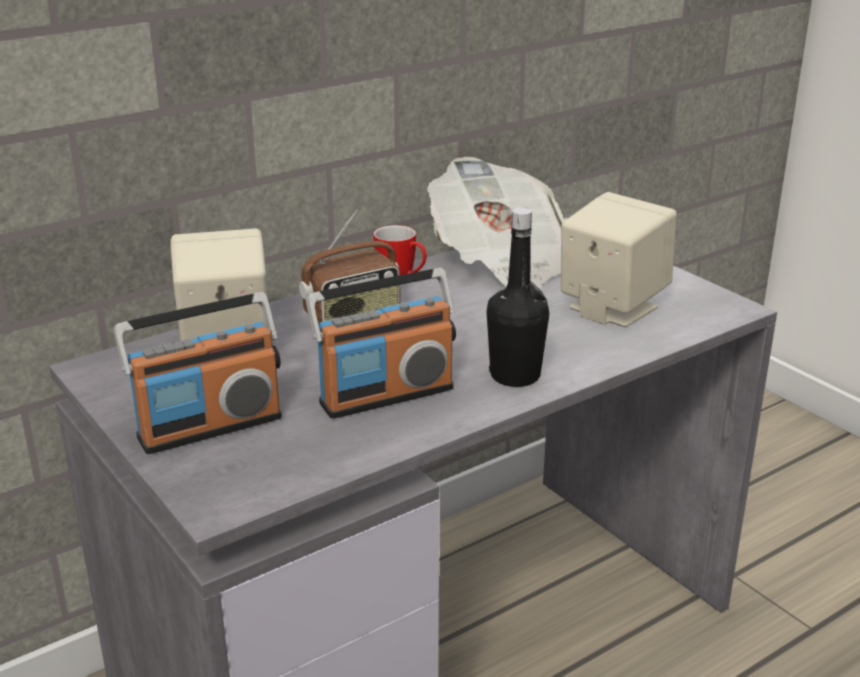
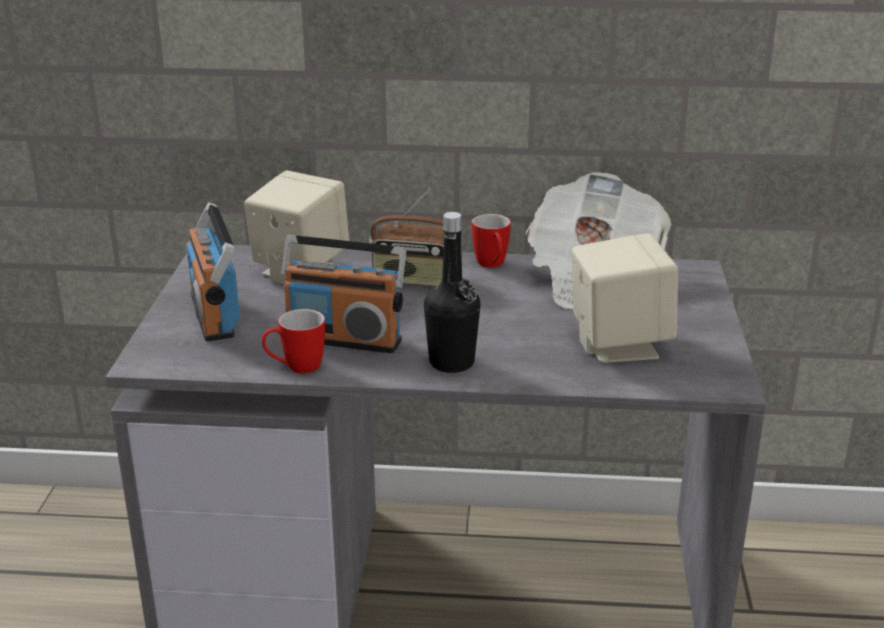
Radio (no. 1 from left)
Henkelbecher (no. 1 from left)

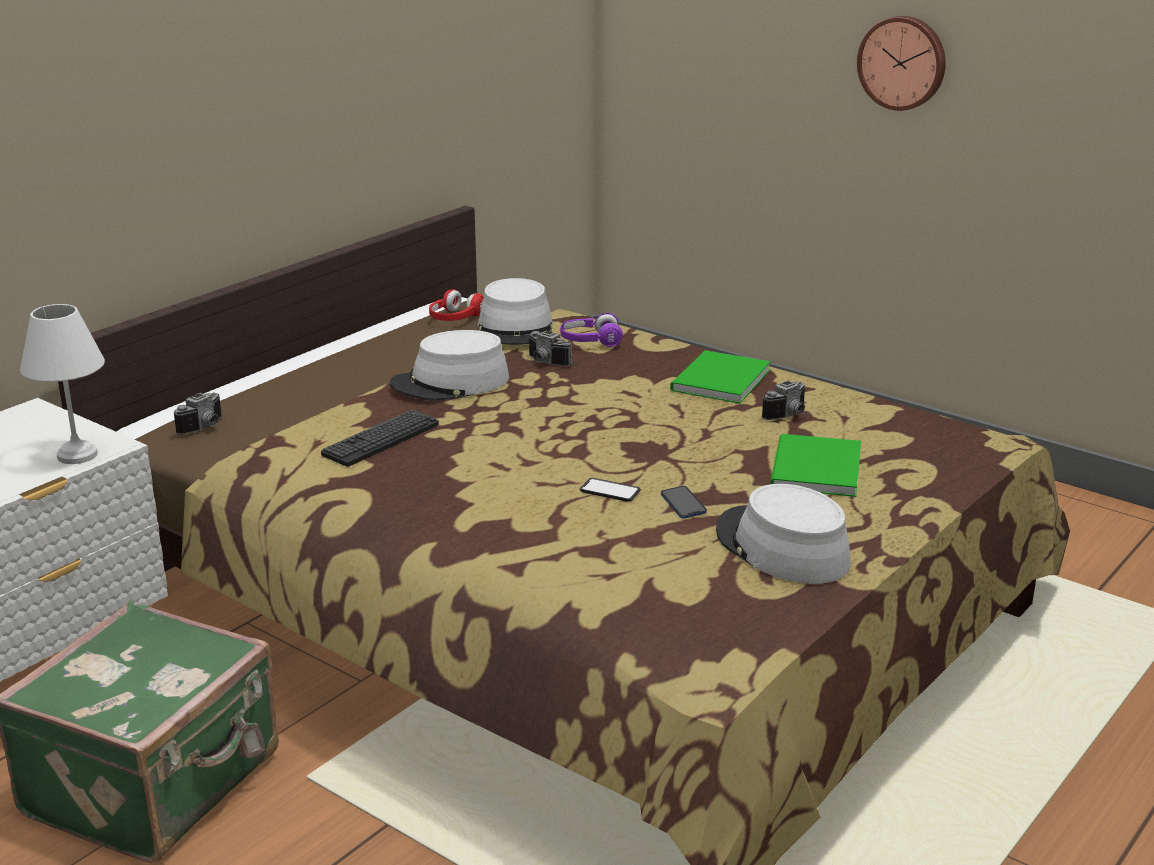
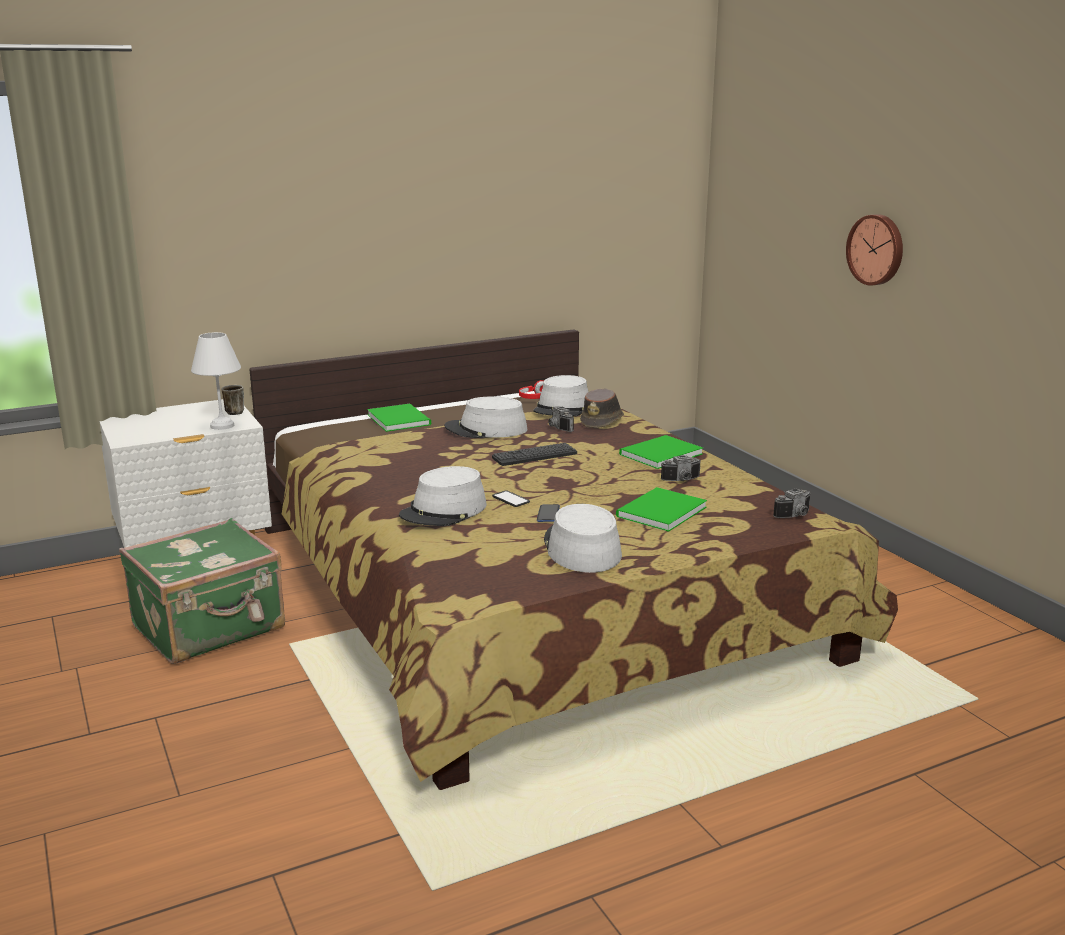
Henkelbecher
Buch/grün (no. 1 from left)
Hut/grau (no. 1 from left)
Tastatur
Hut/braun
Kamera (no. 3 from left)

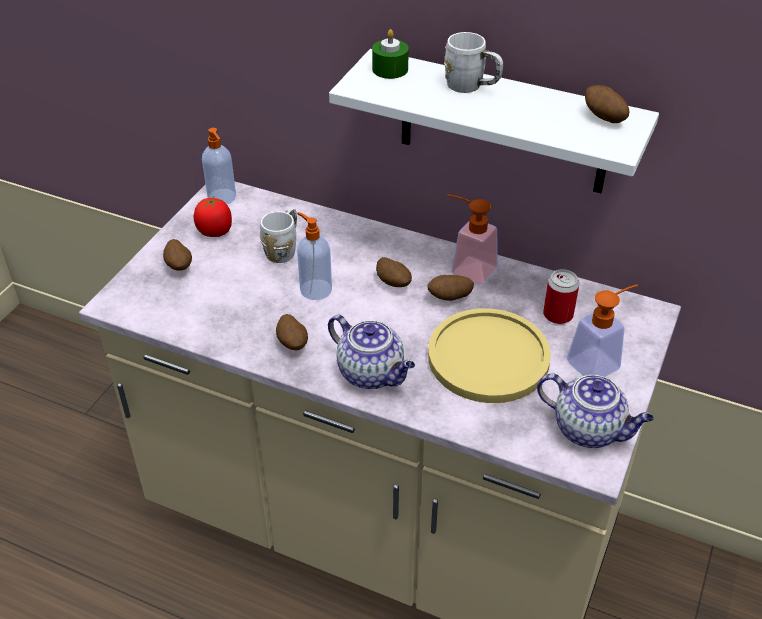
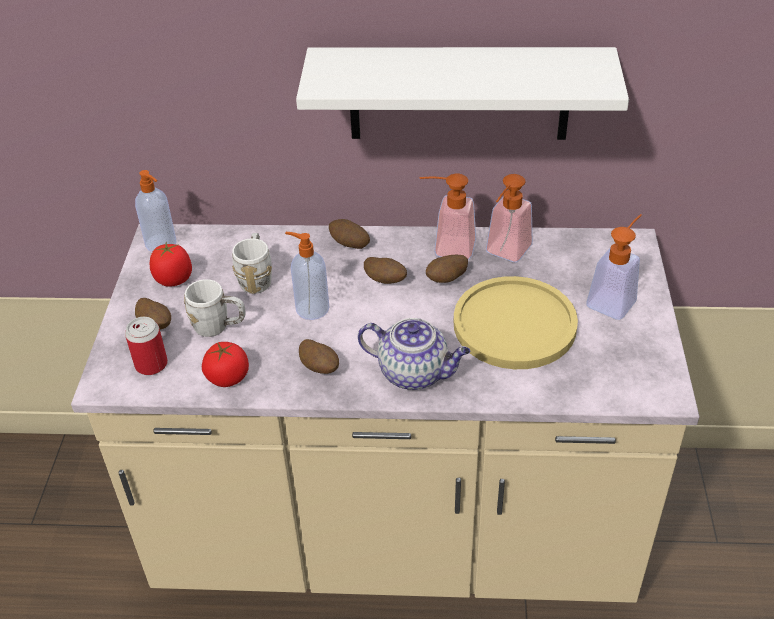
Dose
Henkelbecher/weiß (no. 1 from left)
Tomate (no. 2 from left)
Kartoffel (no. 3 from left)
Seifenspender (no. 4 from left)
Kerze/grün
Teekanne (no. 2 from left in the first image)

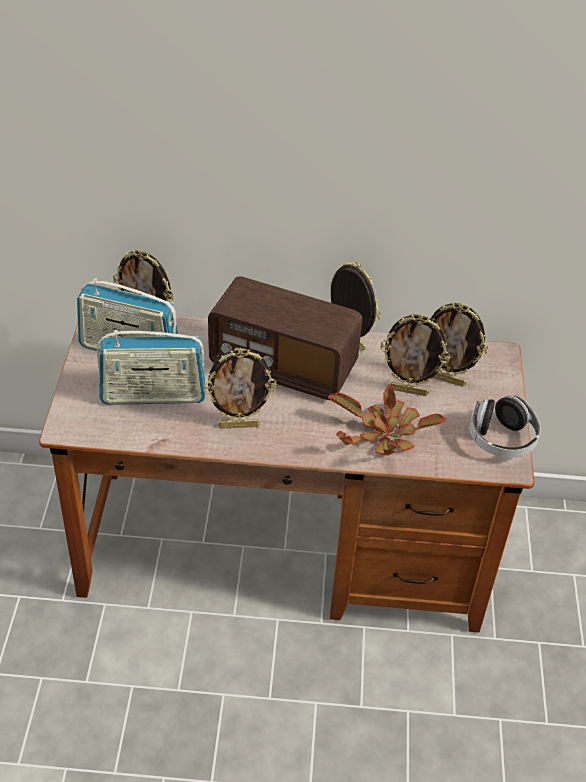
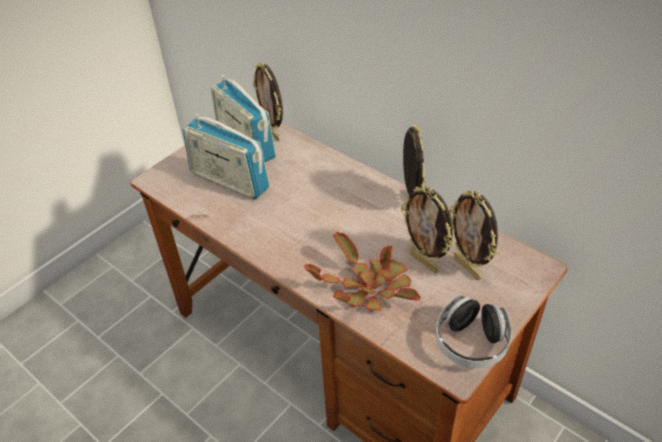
Bilderrahmen (no. 2 from left in the first image)
Radio (no. 3 from left in the first image)

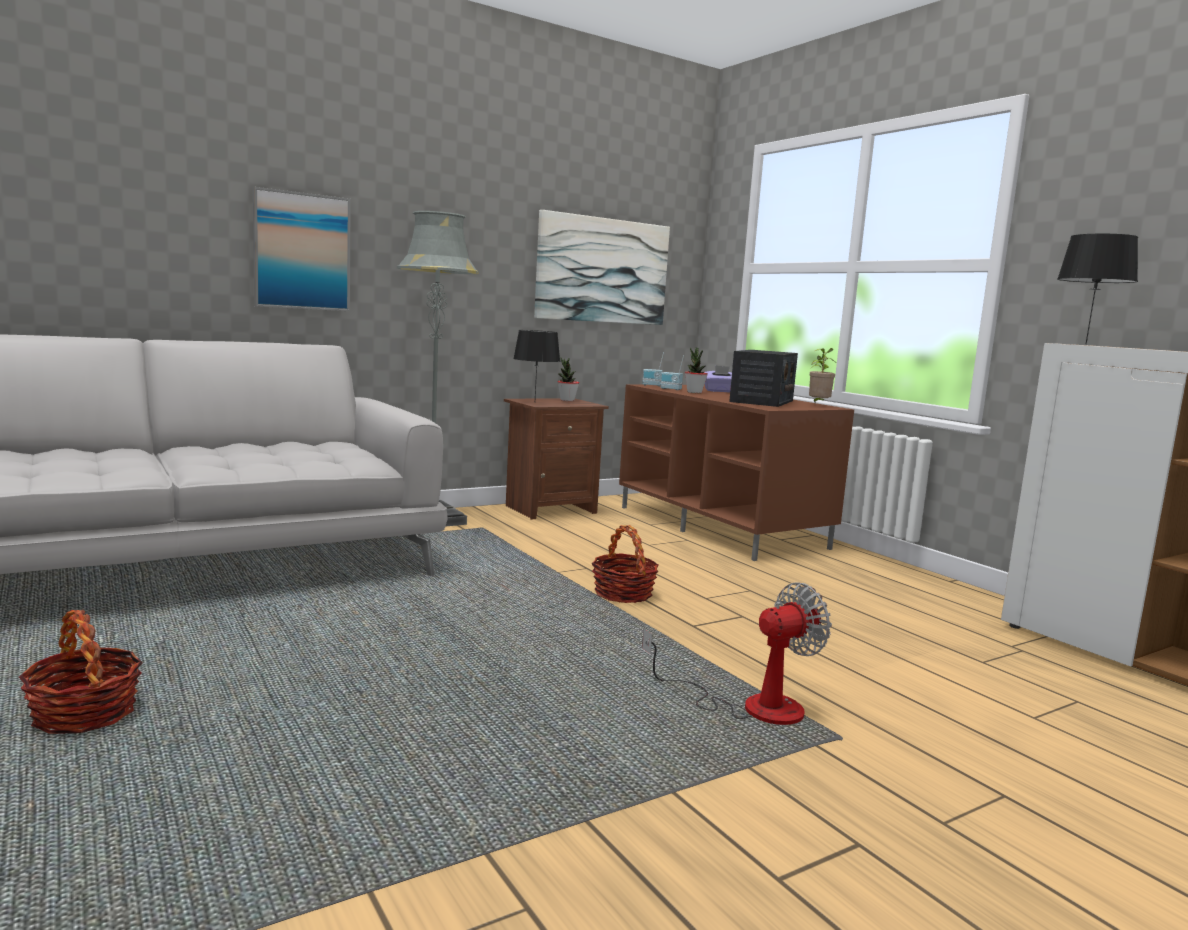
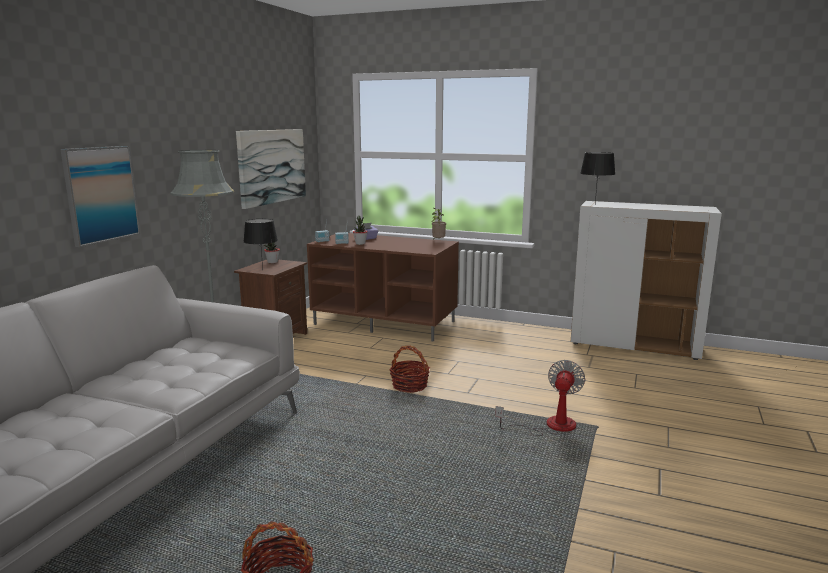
Radio (no. 3 from left in the first image)

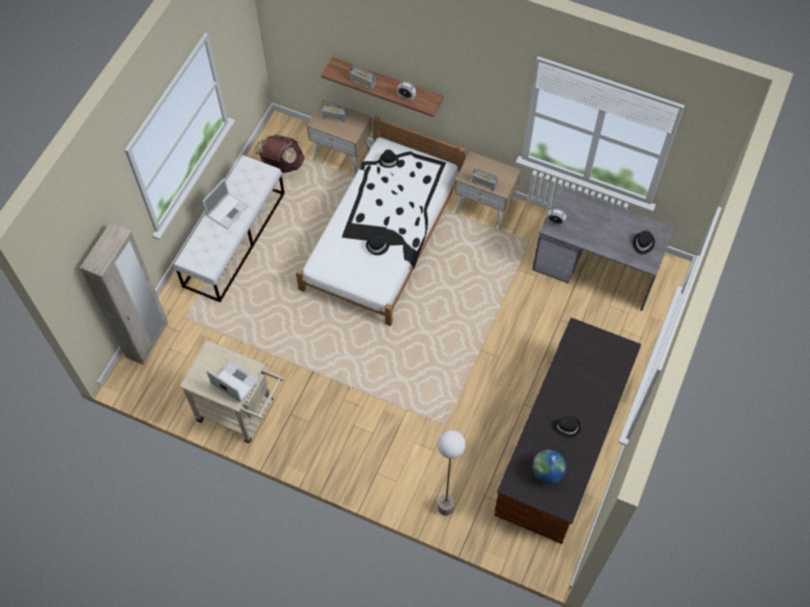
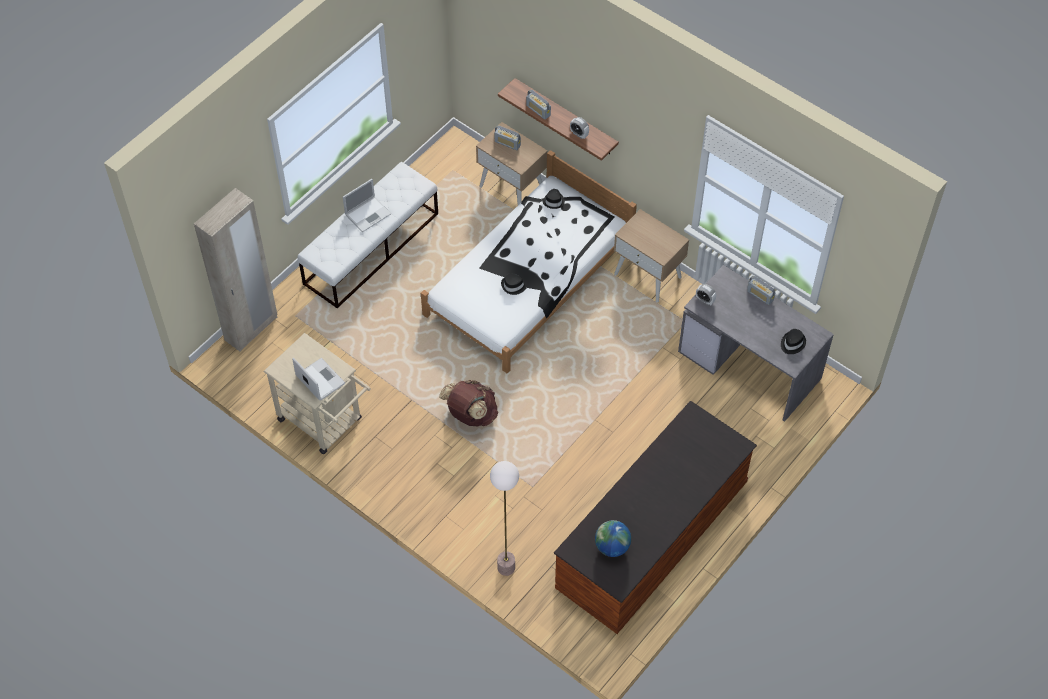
Rucksack/braun
Radio (no. 3 from left)
Hut/schwarz (no. 3 from left in the first image)

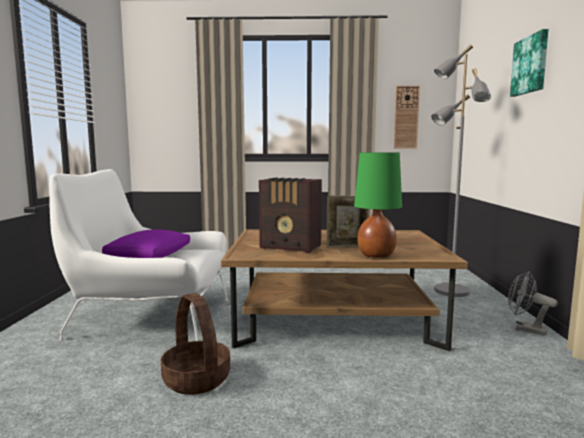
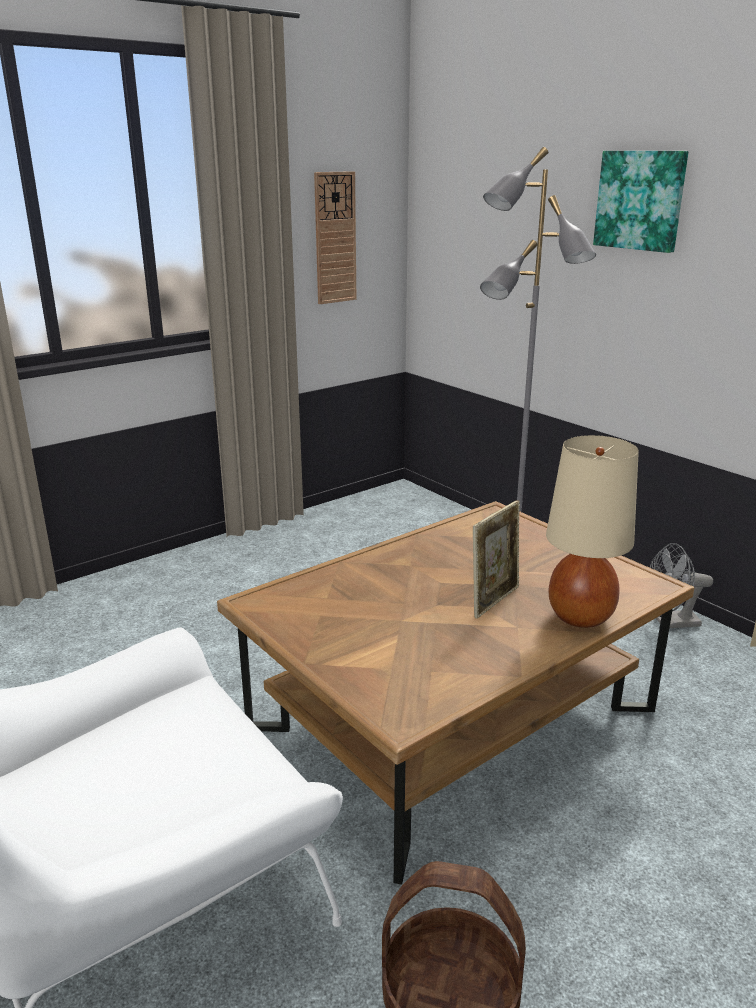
Tischlampe/beige
Kissen/lila
Radio

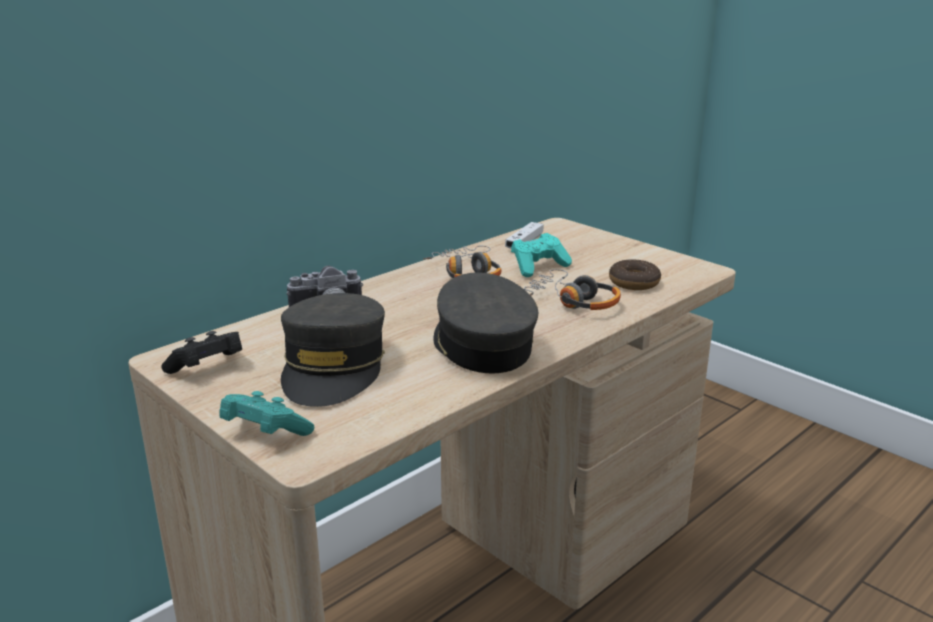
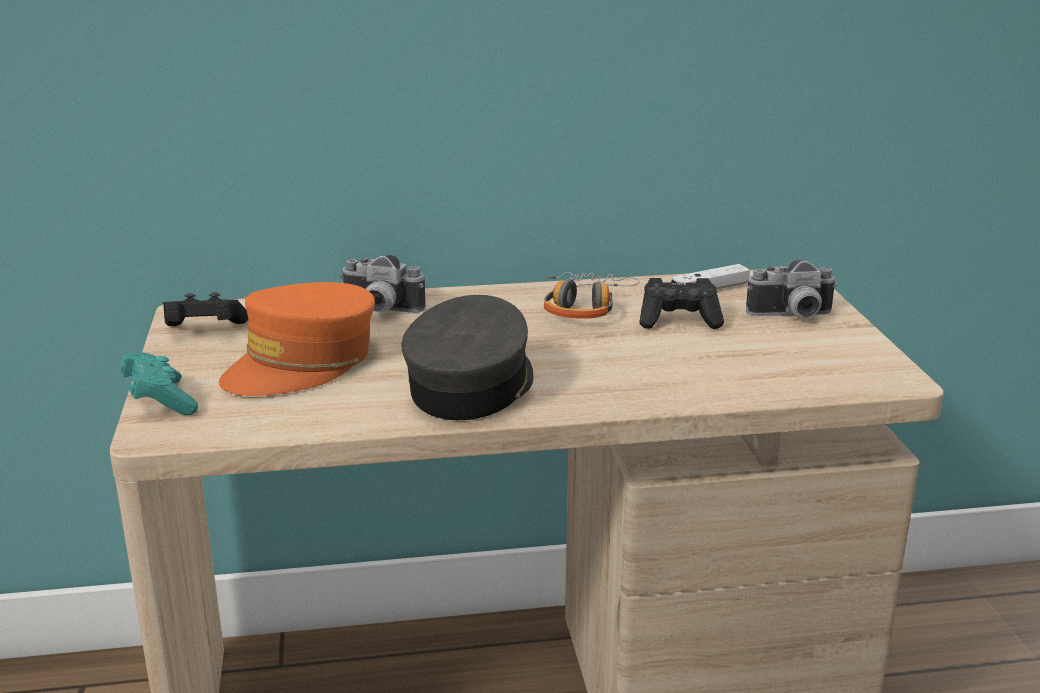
Kappe/orange
Gamepad/schwarz (no. 2 from left)
Kamera (no. 2 from left)
Kopfhörer (no. 2 from left in the first image)
Donut

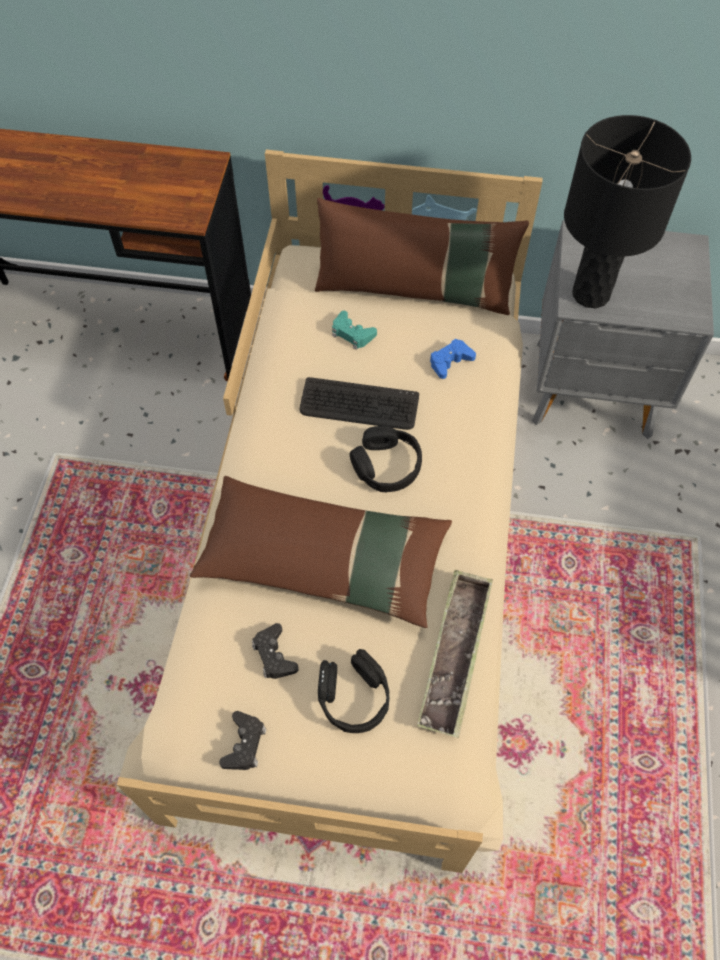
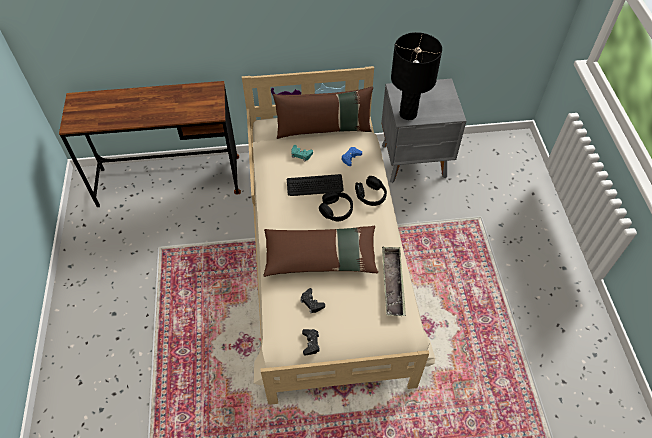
Kopfhörer/schwarz (no. 2 from left)

